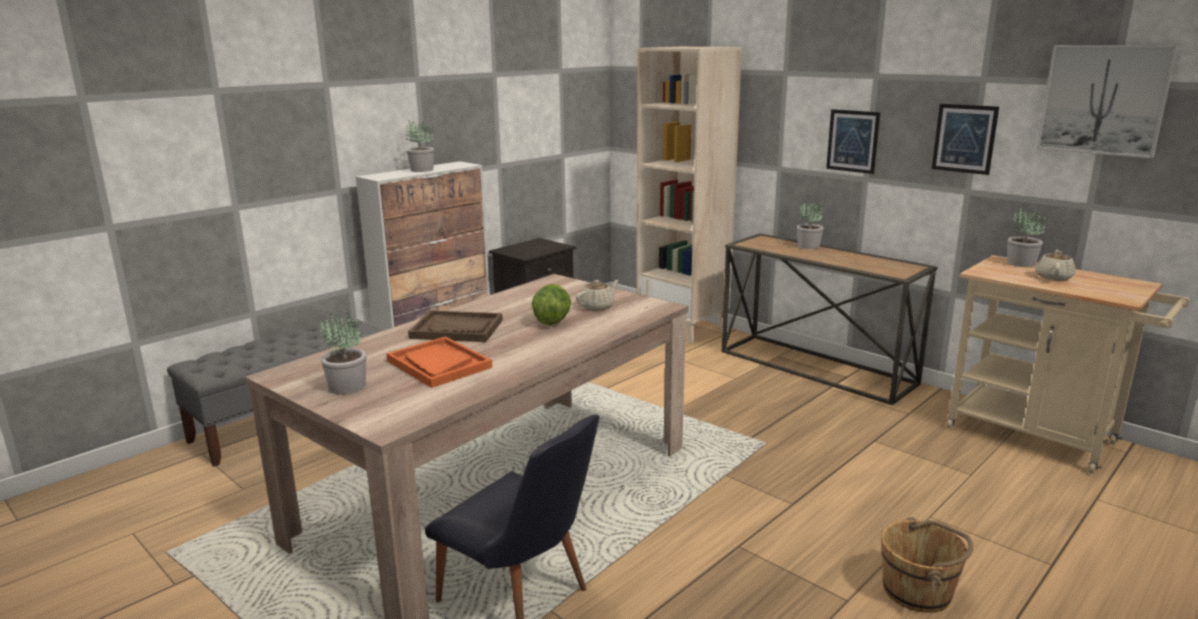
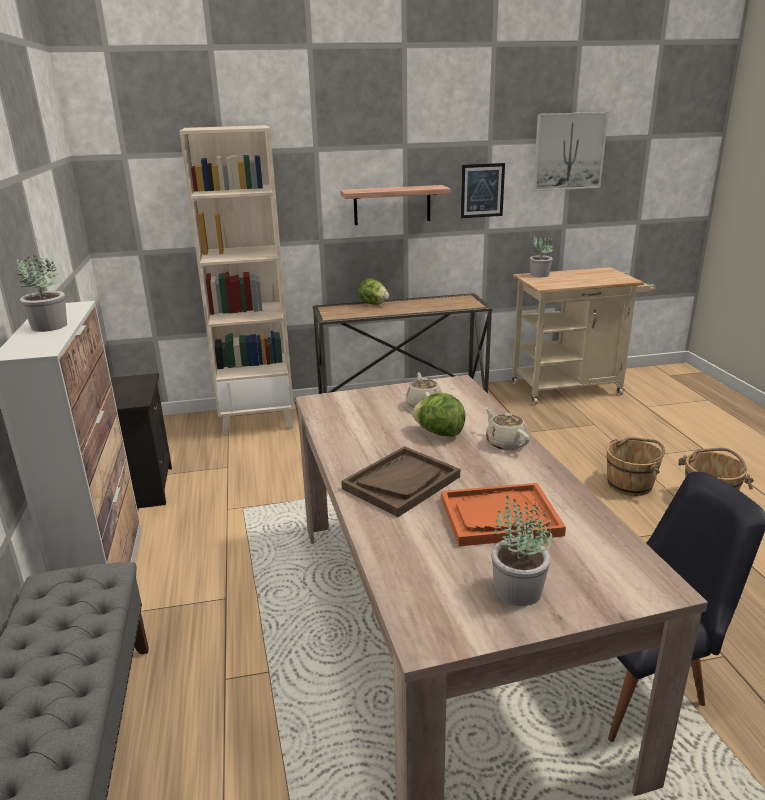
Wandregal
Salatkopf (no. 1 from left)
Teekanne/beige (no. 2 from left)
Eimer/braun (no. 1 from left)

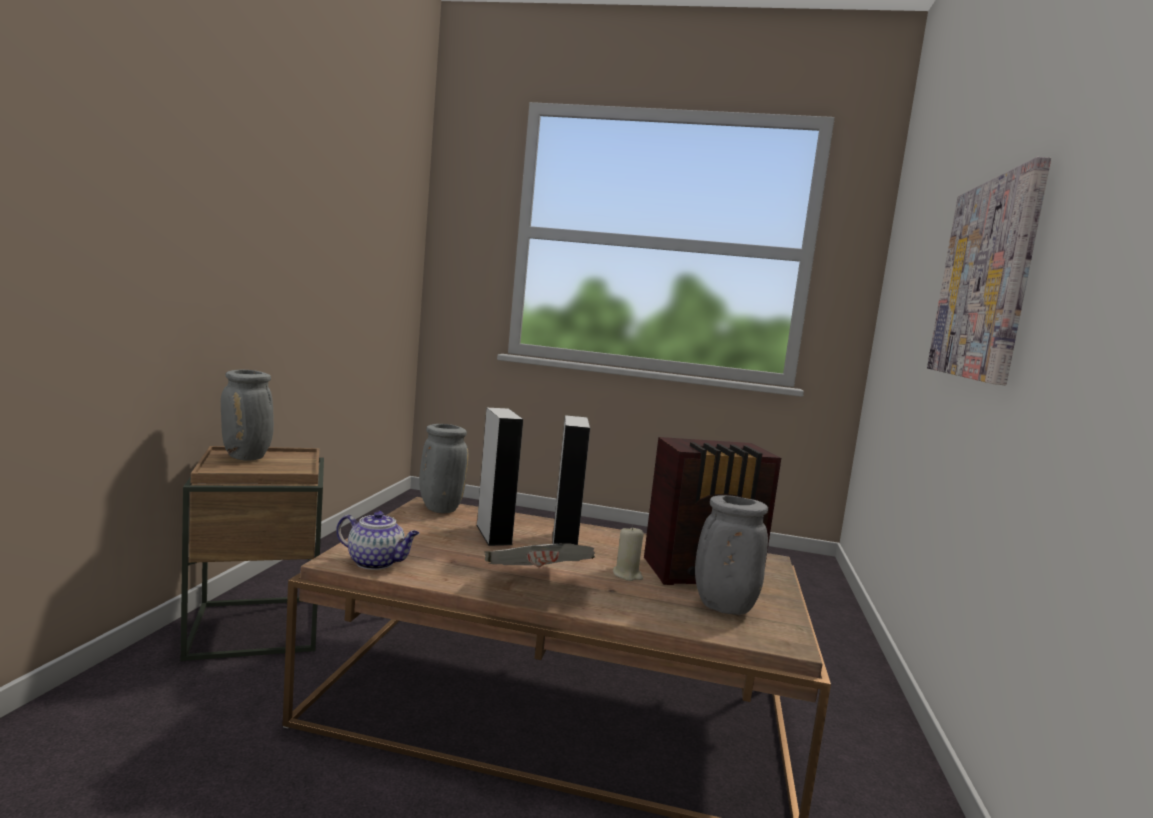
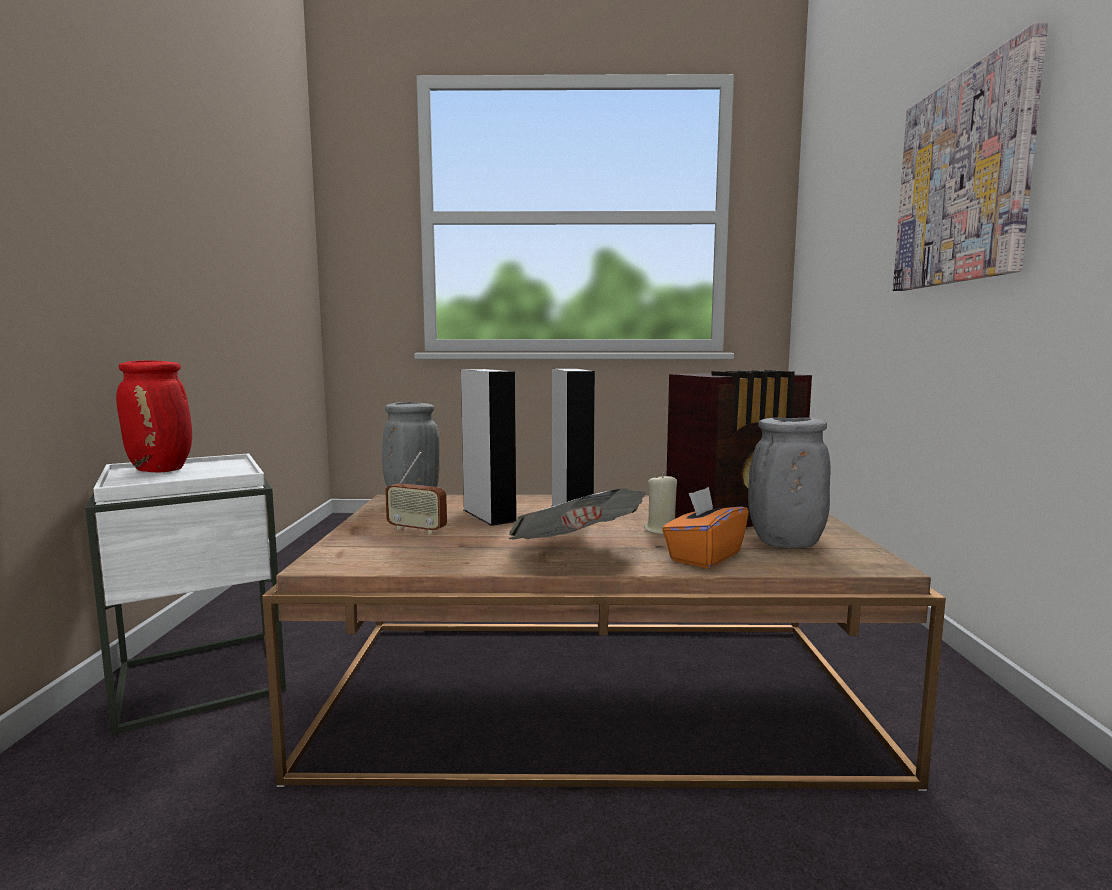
Beistelltisch/weiß
Vase/rot
Radio (no. 1 from left)
Taschentuchbox/orange
Teekanne

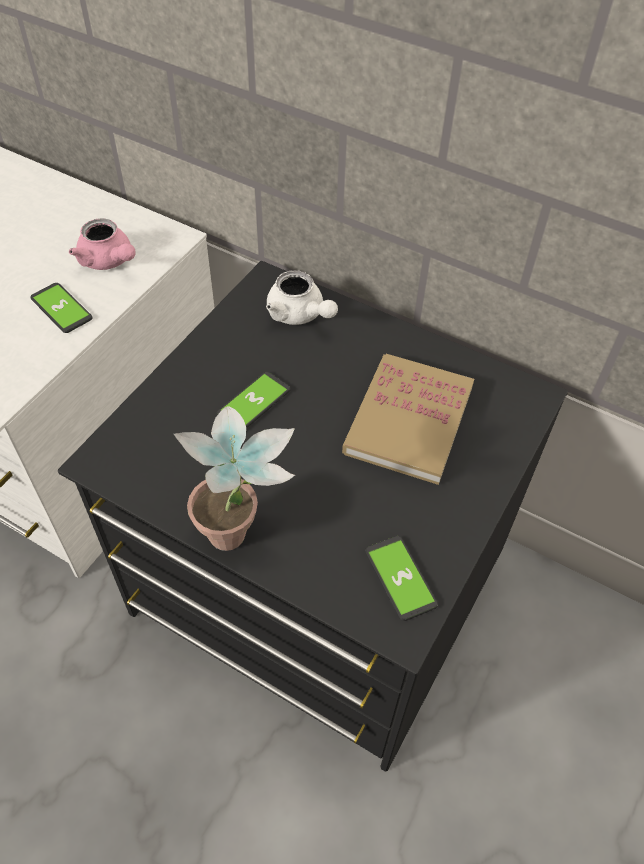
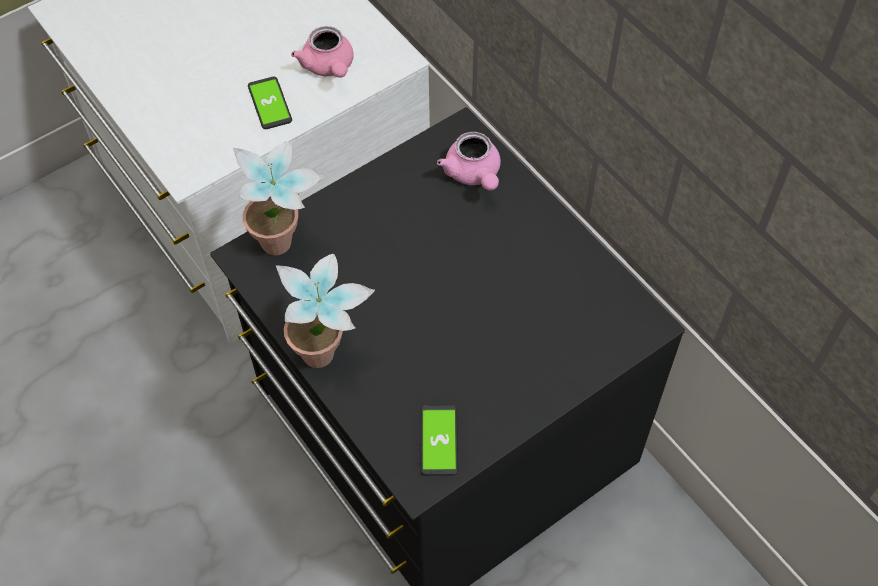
Topfpflanze (no. 1 from left)
Teekanne/rosa (no. 2 from left)
Handy (no. 2 from left in the first image)
Buch

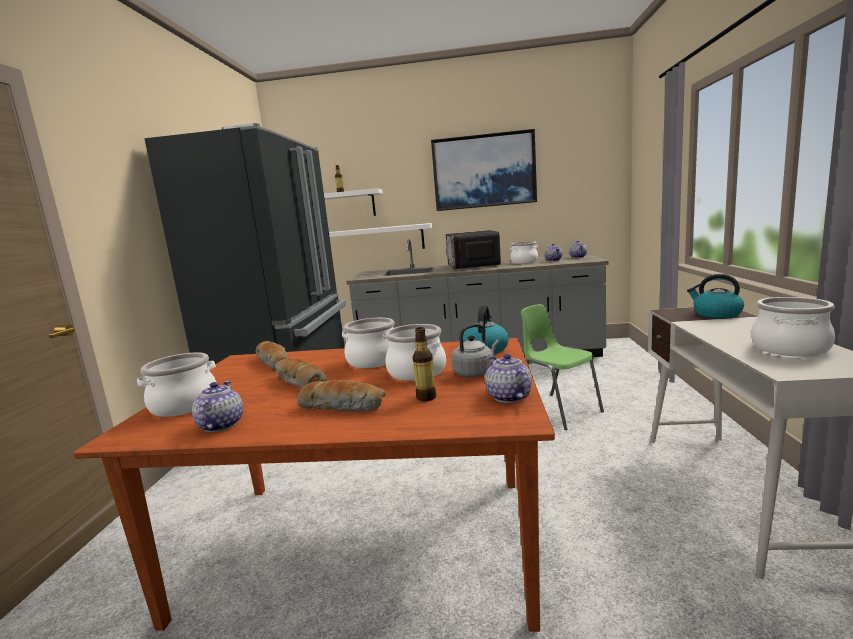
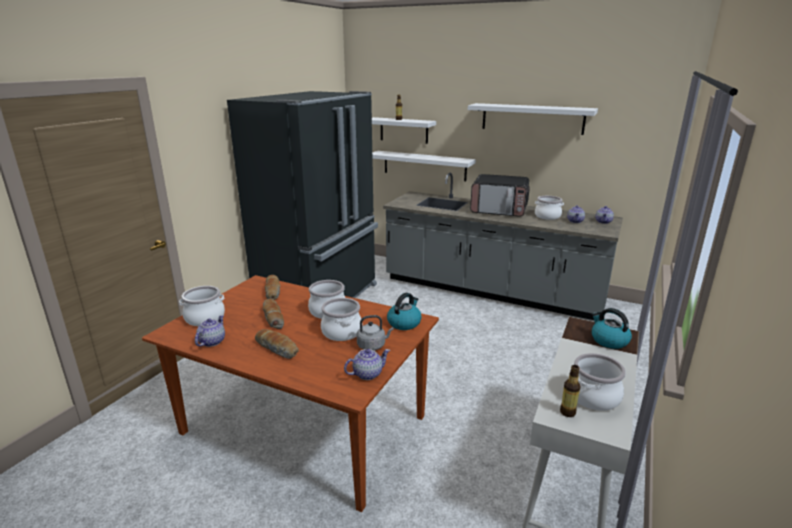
Teekanne (no. 2 from left)
Wandregal/weiß (no. 3 from left)
Mikrowelle
Flasche (no. 2 from left)
Stuhl/grün

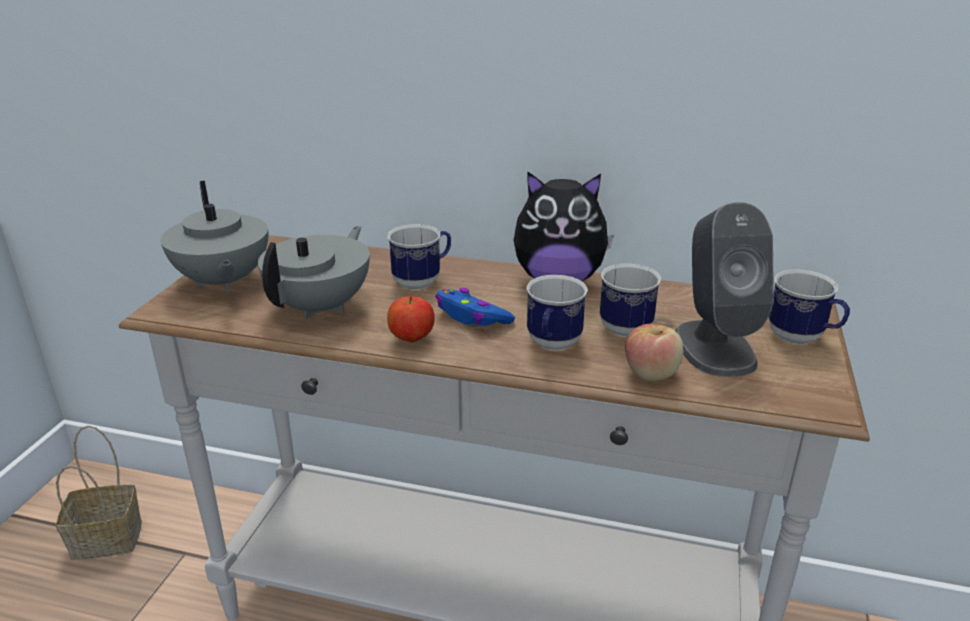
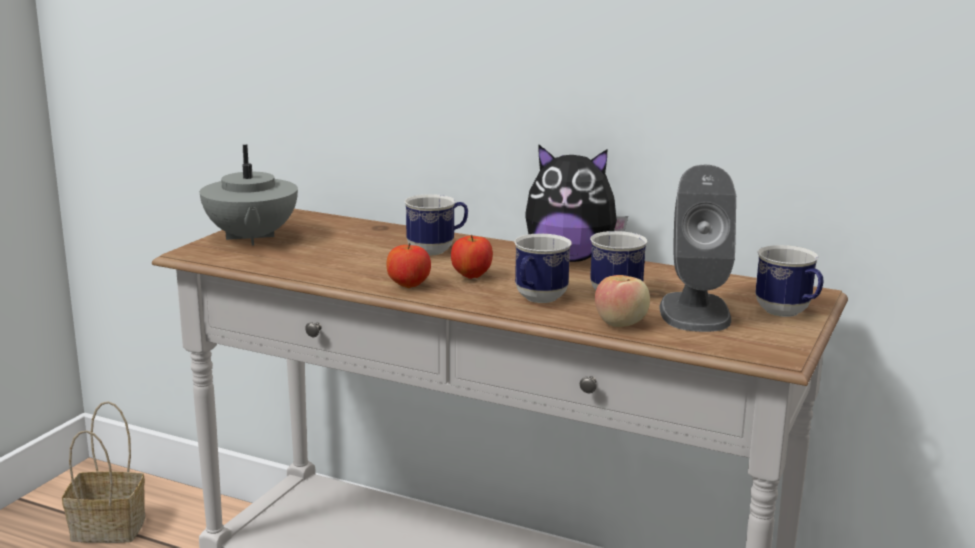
Apfel (no. 2 from left)
Teekanne/grau (no. 2 from left in the first image)

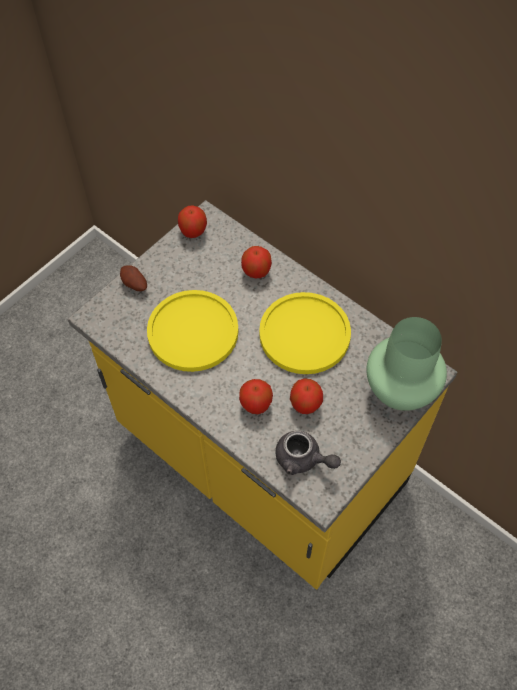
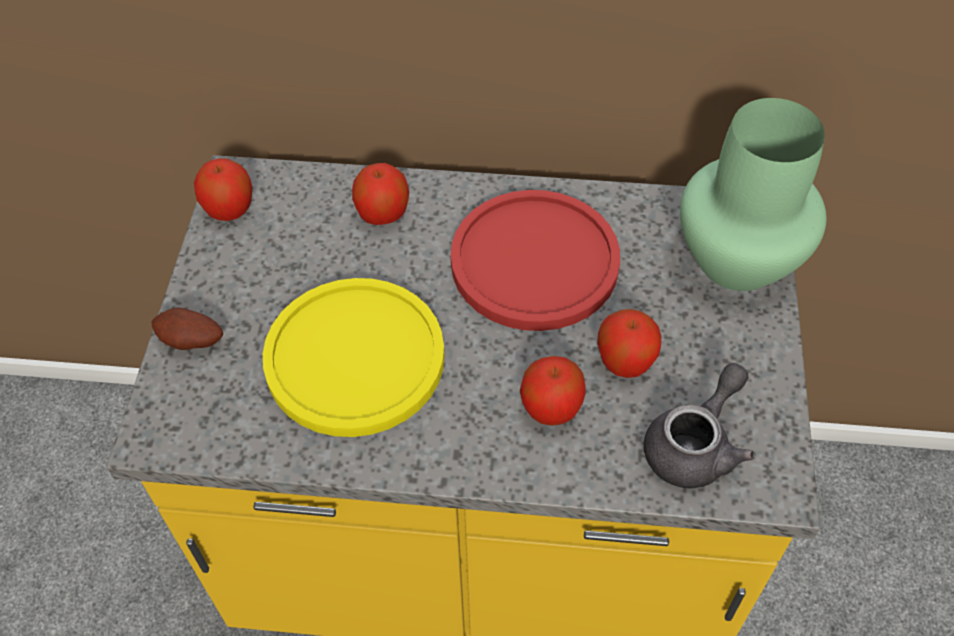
Teller/rot
Teekanne/grau

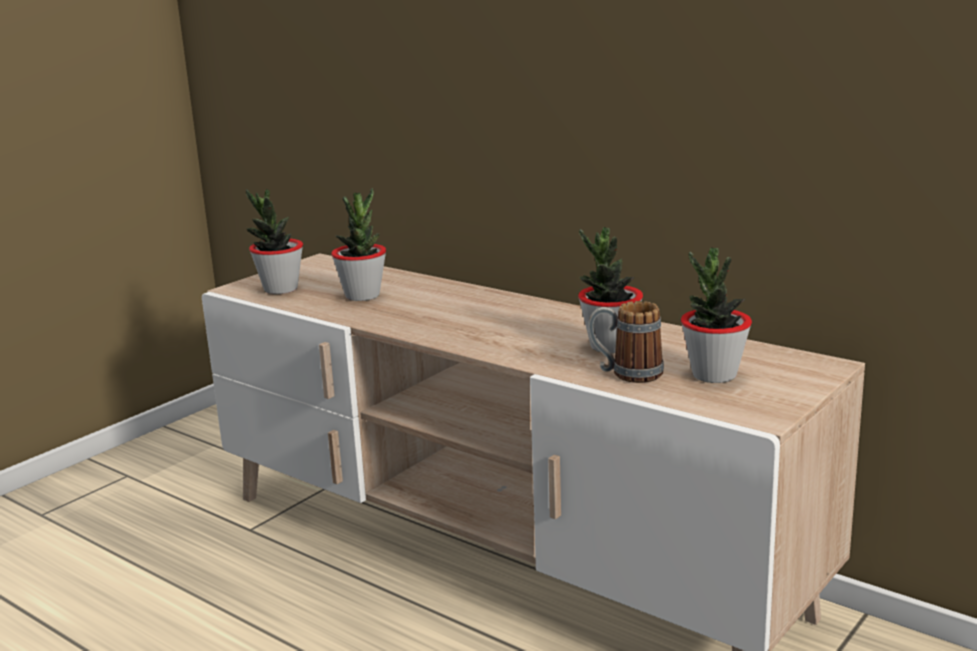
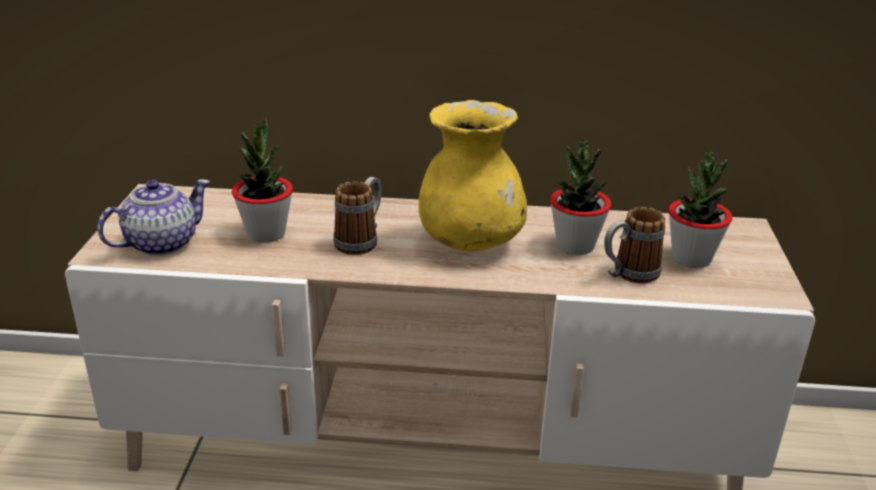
Teekanne
Henkelbecher (no. 1 from left)
Vase/gelb

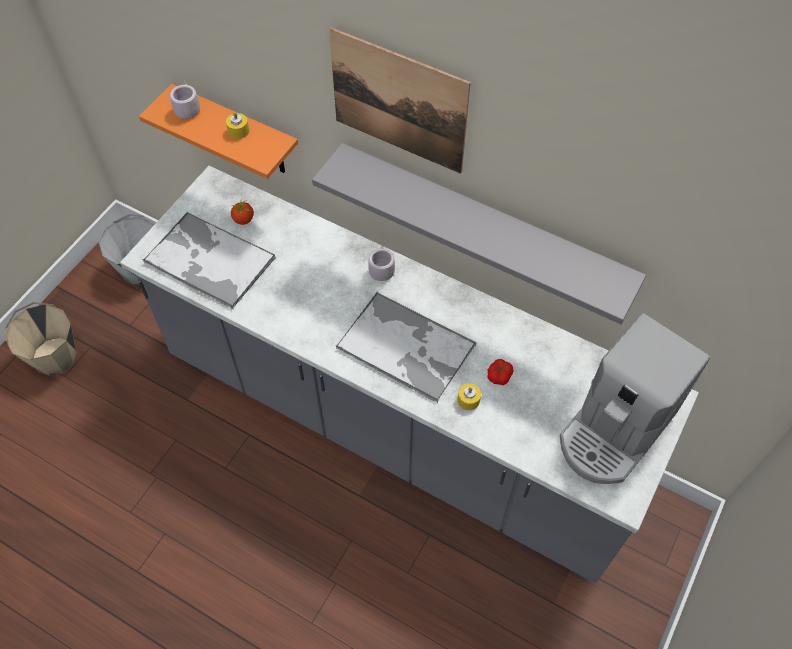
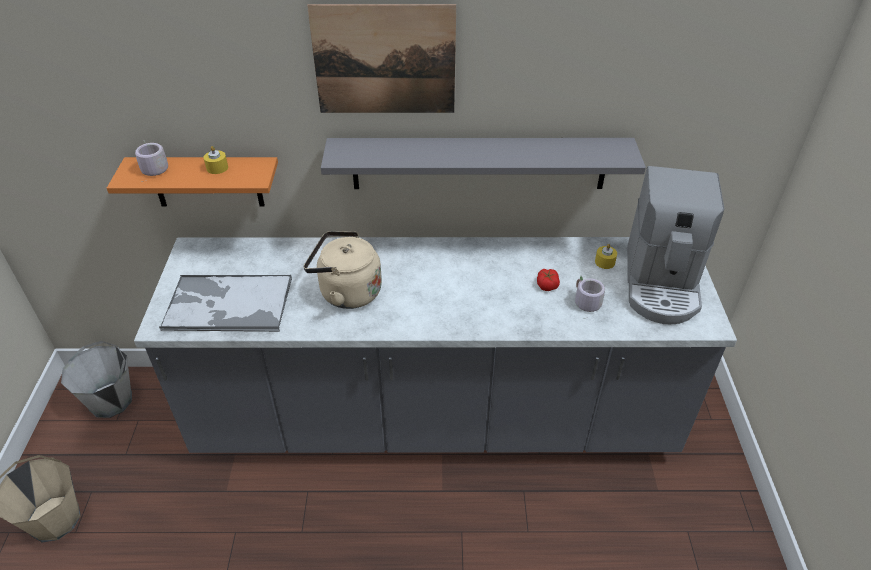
Wasserkessel/beige
Henkelbecher/grau (no. 2 from left)
Kerze/gelb (no. 2 from left)
Tomate (no. 1 from left in the first image)
Tablett (no. 2 from left in the first image)

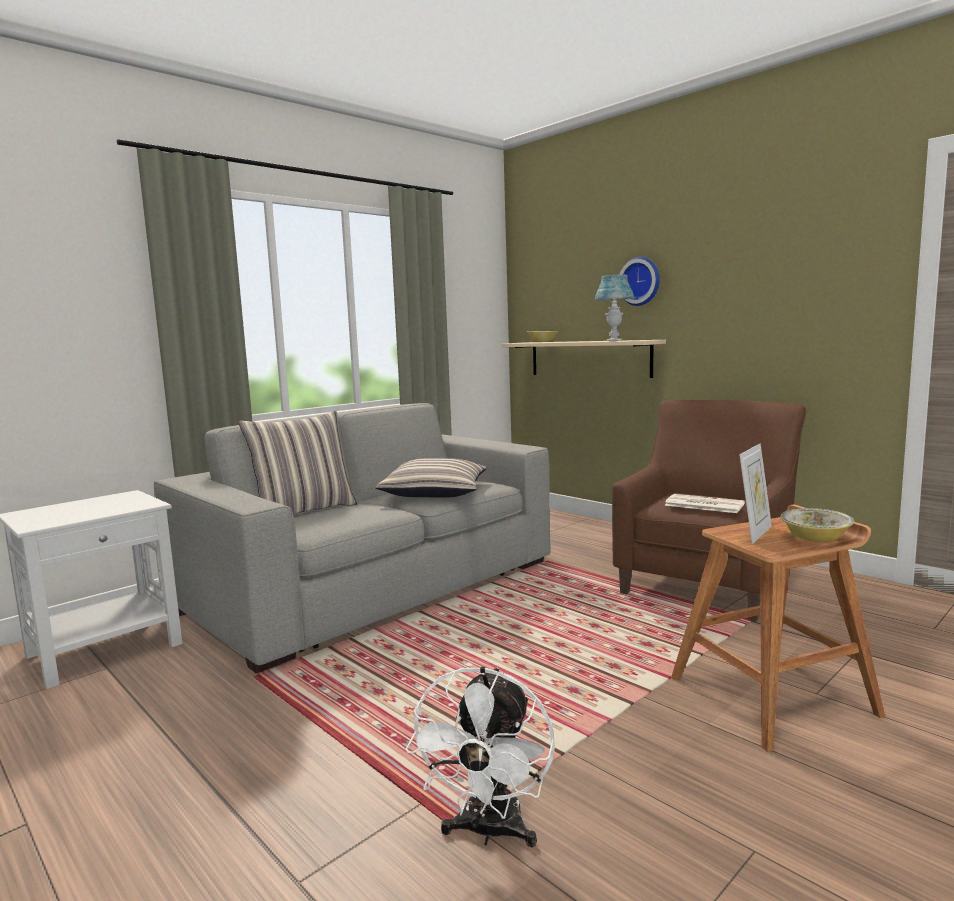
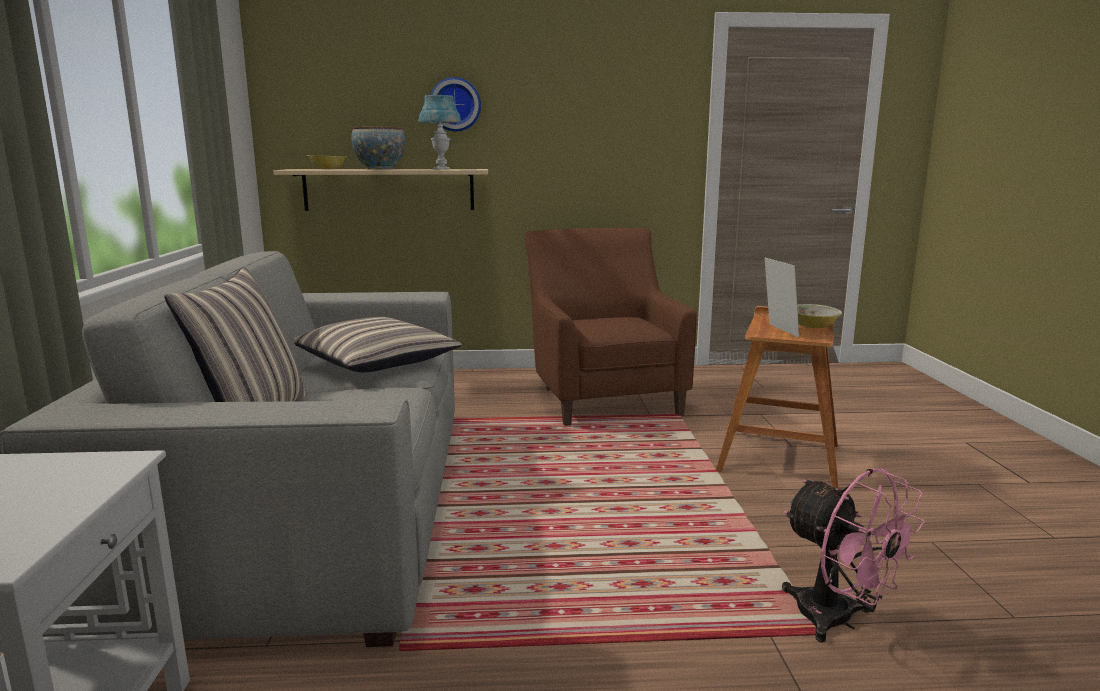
Schüssel (no. 2 from left)
Ventilator/rosa
Zeitung

